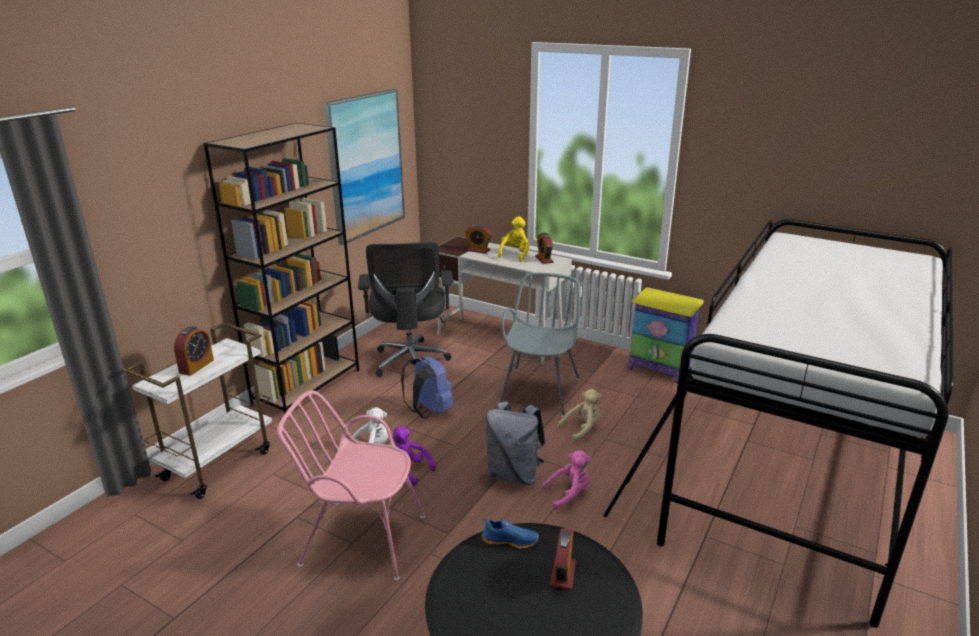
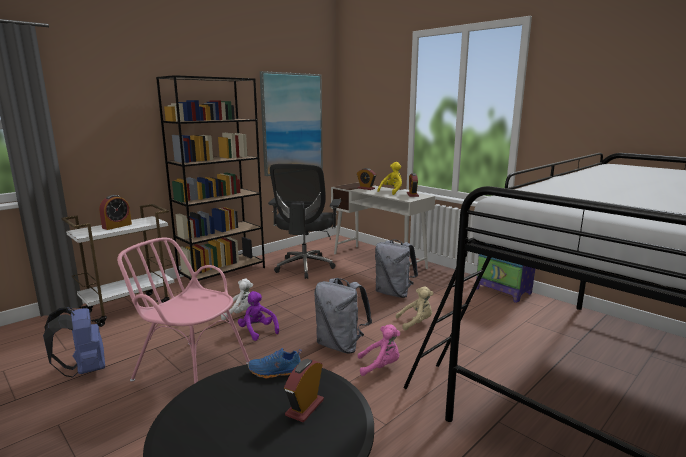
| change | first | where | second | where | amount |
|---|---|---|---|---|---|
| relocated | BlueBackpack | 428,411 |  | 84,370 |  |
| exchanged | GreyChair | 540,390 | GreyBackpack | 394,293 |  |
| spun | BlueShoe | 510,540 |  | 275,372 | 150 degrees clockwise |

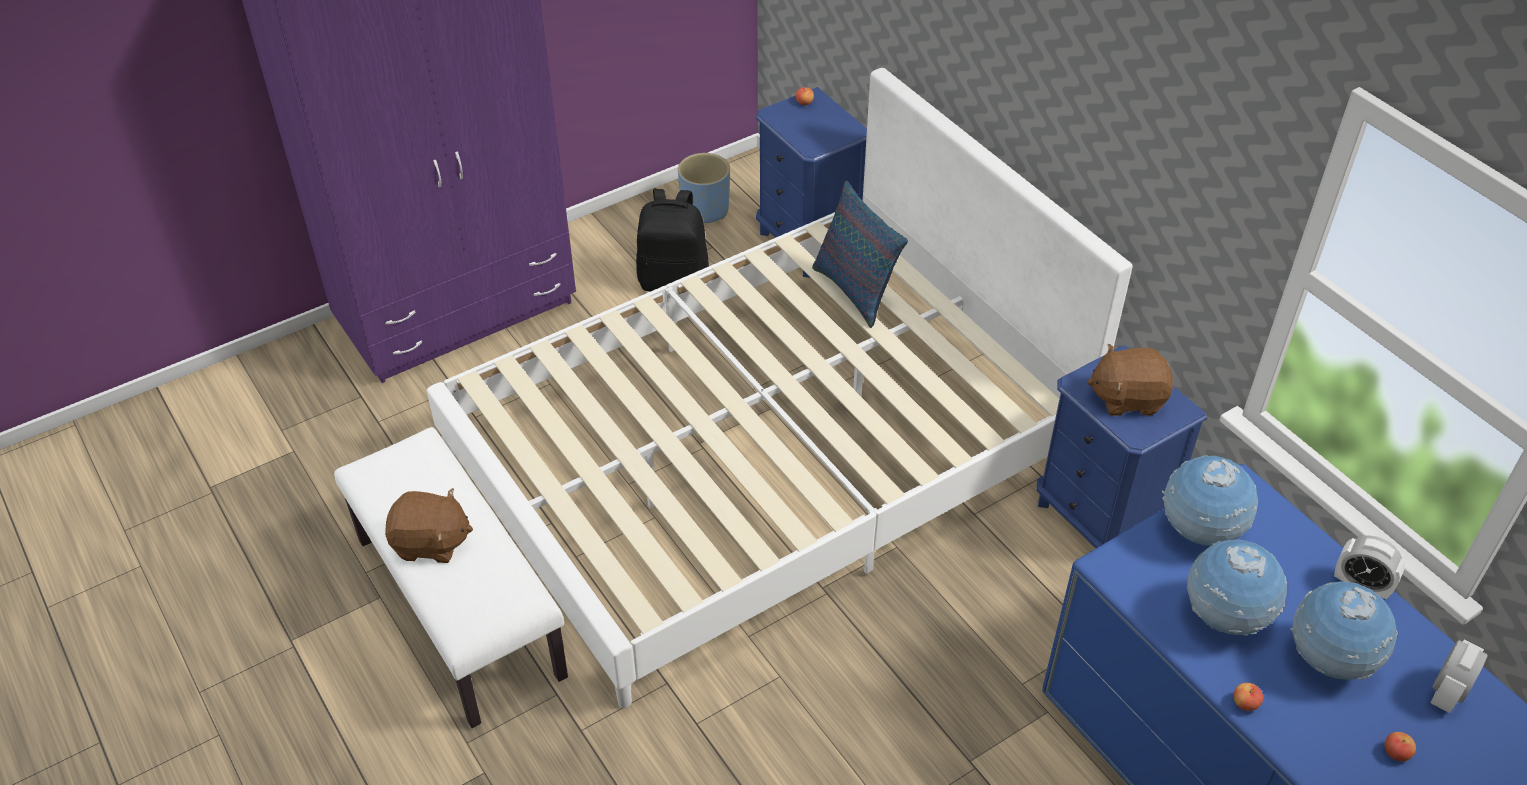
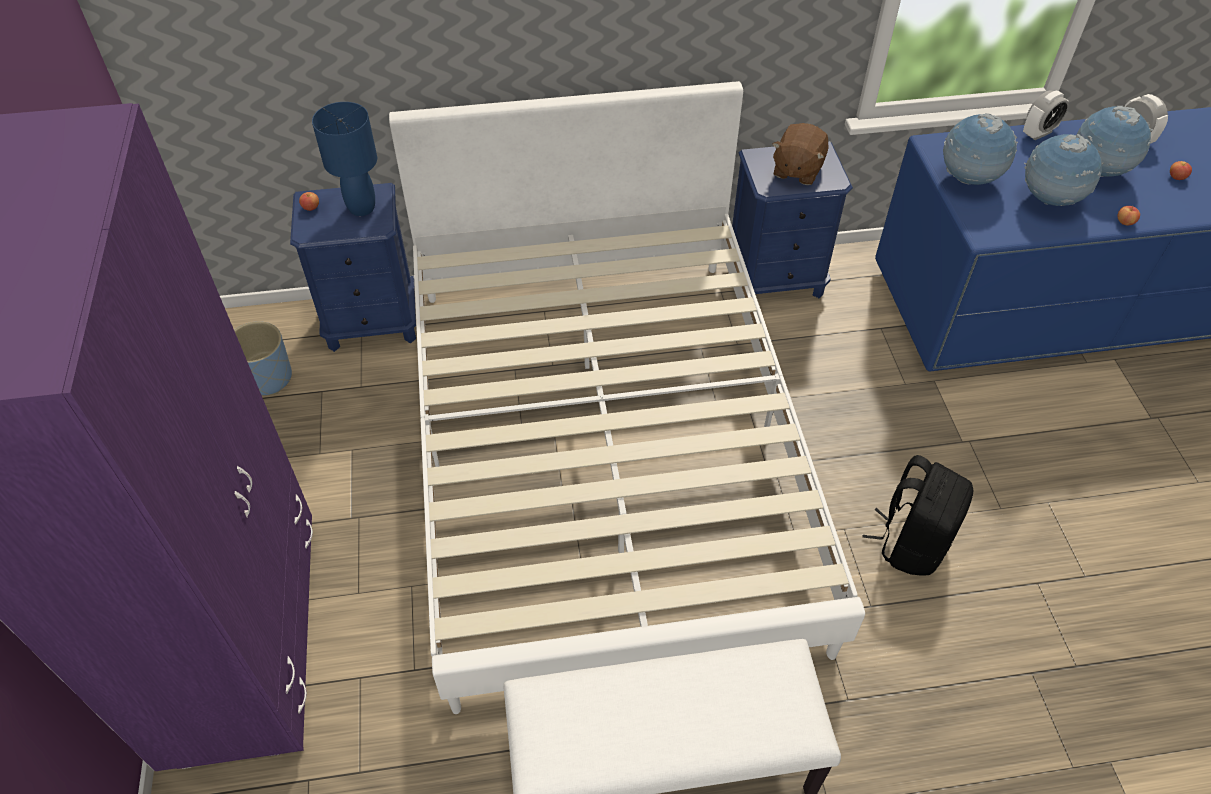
| change | first | where | second | where | amount |
|---|---|---|---|---|---|
| missing | BrownPlushToy | 431,543 |  |  |  |
| missing | BluePillow | 854,292 |  |  |  |
| appeared |  |  | BlueTableLamp | 361,208 |  |
| relocated | BlackBackpack | 674,280 |  | 911,542 |  |

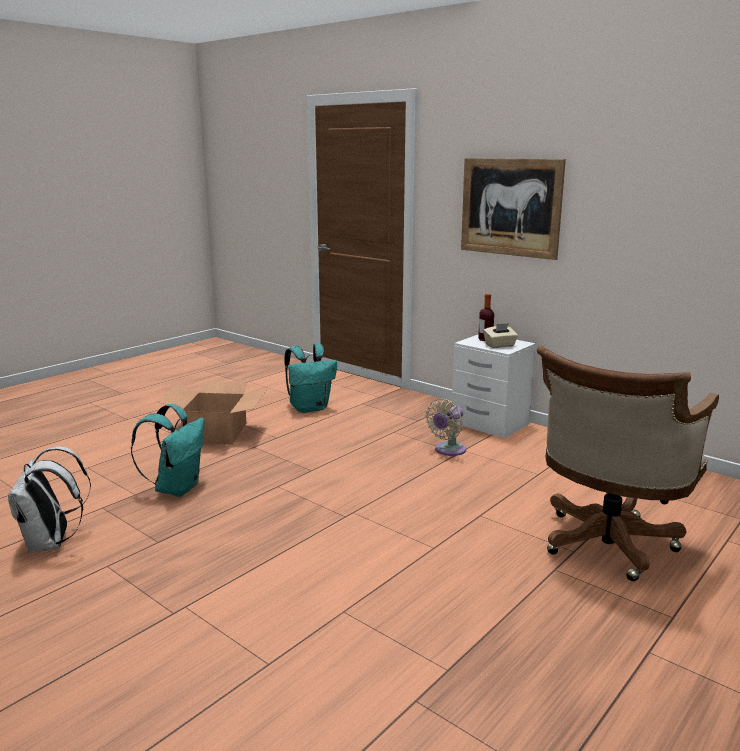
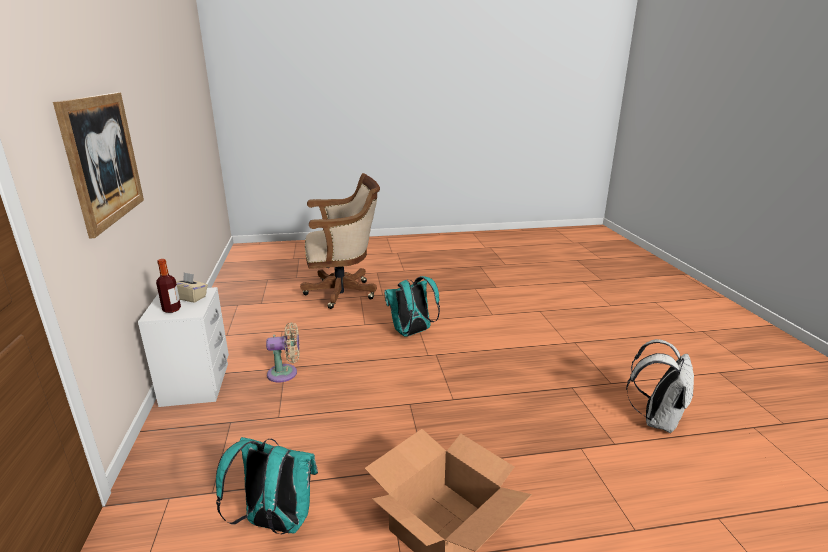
| change | first | where | second | where | amount |
|---|---|---|---|---|---|
| relocated | TurquoiseBackpack | 177,488 |  | 412,333 |  |

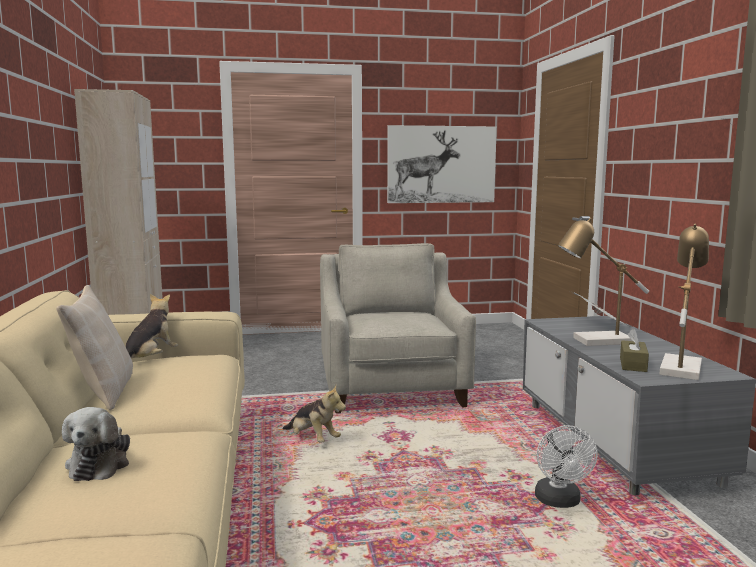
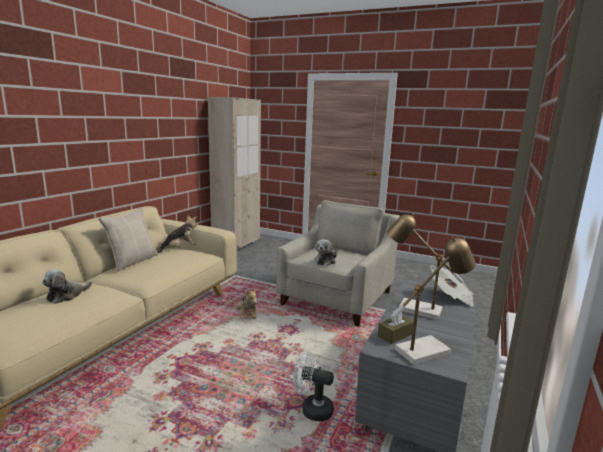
| change | first | where | second | where | amount |
|---|---|---|---|---|---|
| missing | Picture | 441,164 |  |  |  |
| appeared |  |  | PlushToy | 326,261 |  |
| spun | WhiteFan | 560,502 |  | 312,409 | 75 degrees clockwise |

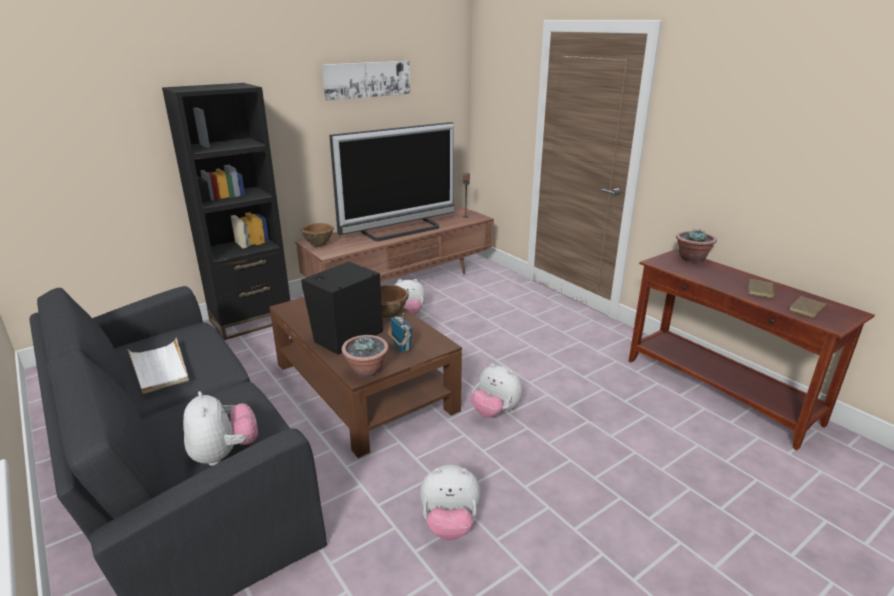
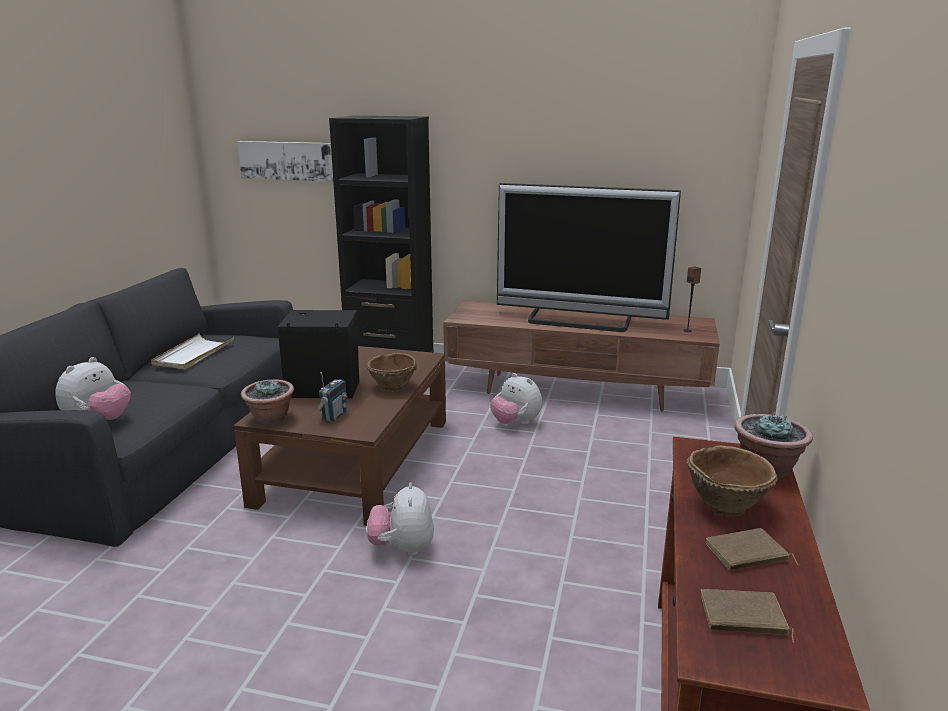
| change | first | where | second | where | amount |
|---|---|---|---|---|---|
| missing | PlushToy | 450,524 |  |  |  |
| relocated | BrownBowl | 318,244 |  | 726,505 |  |
| relocated | Picture | 367,79 |  | 291,161 |  |

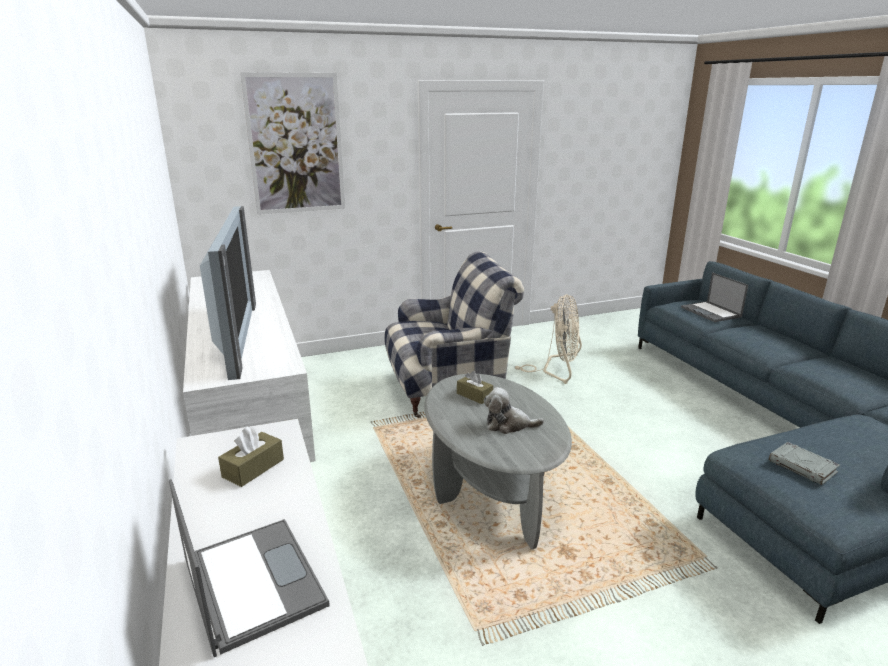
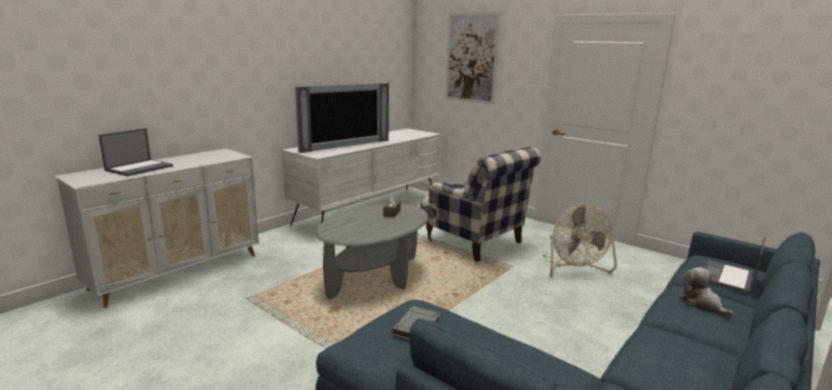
| change | first | where | second | where | amount |
|---|---|---|---|---|---|
| missing | BrownTissueBox | 253,468 |  |  |  |
| relocated | PlushToy | 508,425 |  | 702,304 |  |

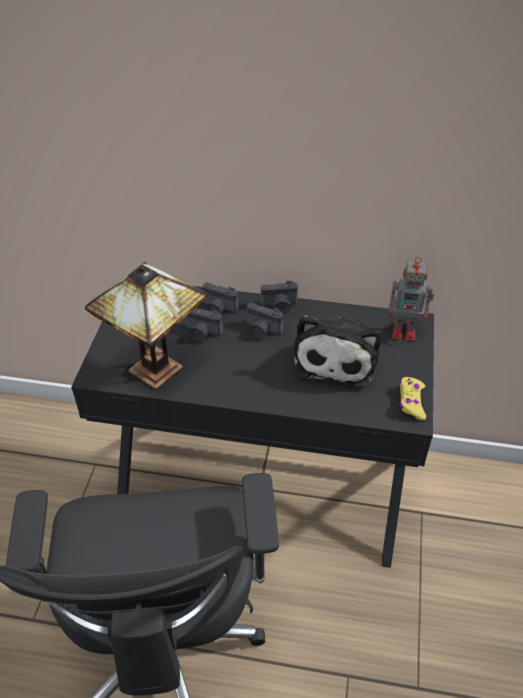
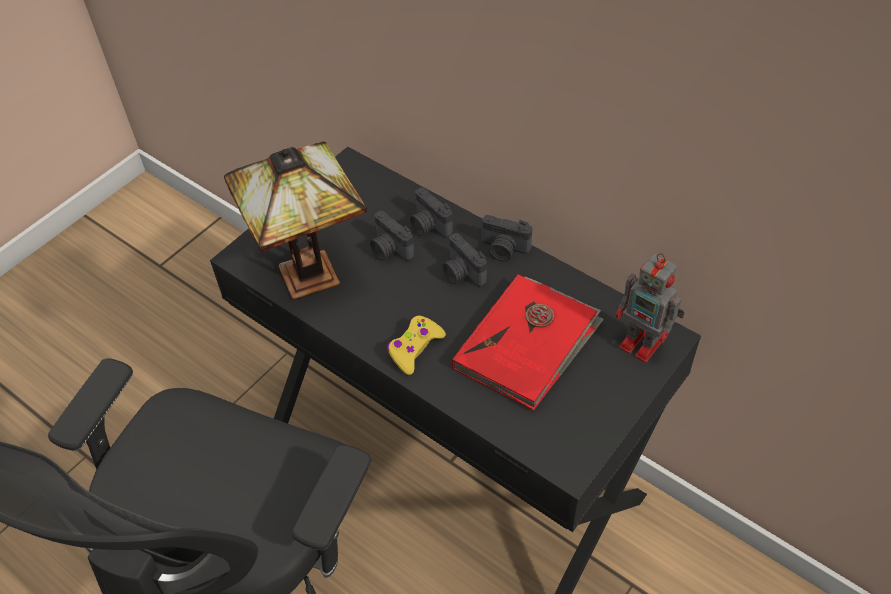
| change | first | where | second | where | amount |
|---|---|---|---|---|---|
| relocated | YellowGameController | 411,401 |  | 414,348 |  |
| exchanged | PlushToy | 336,357 | RedBook | 528,344 |  |

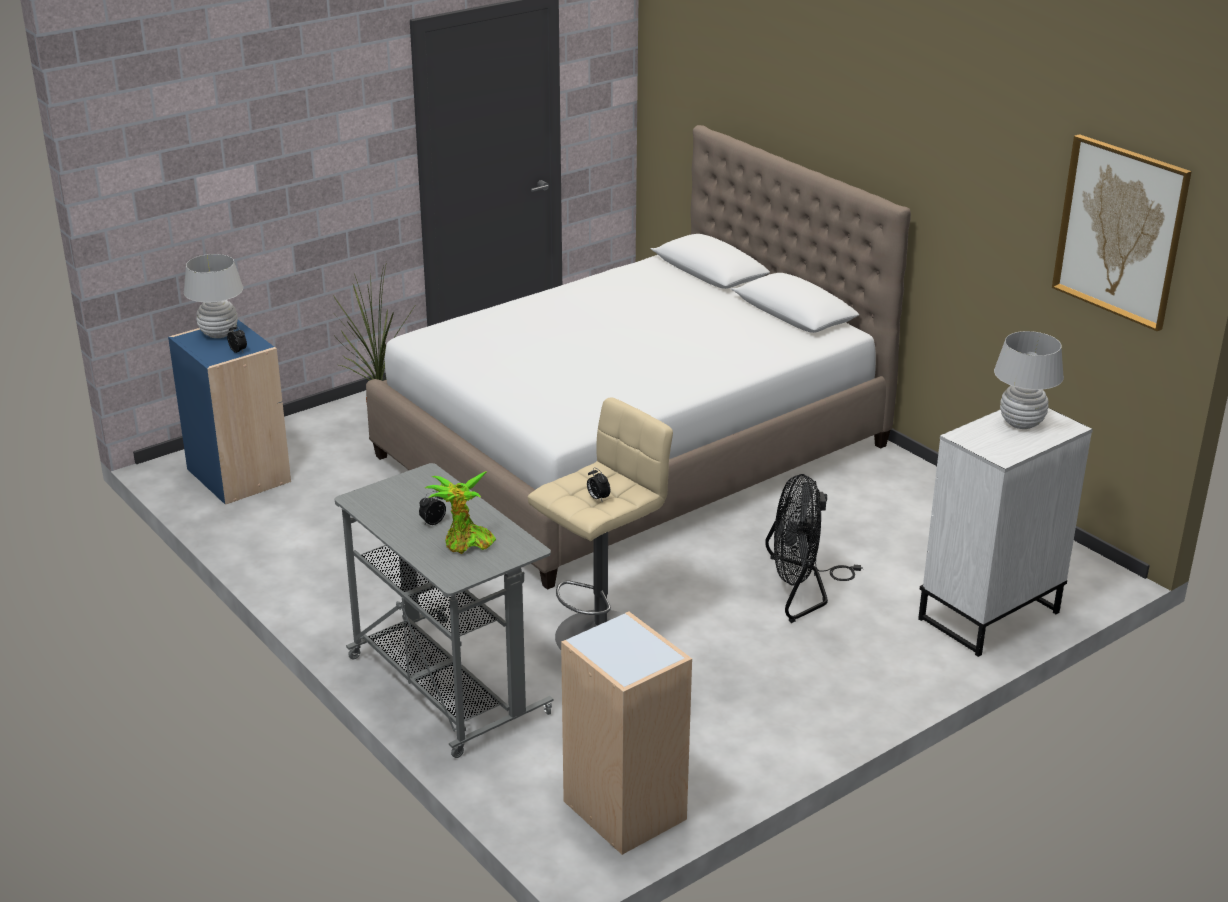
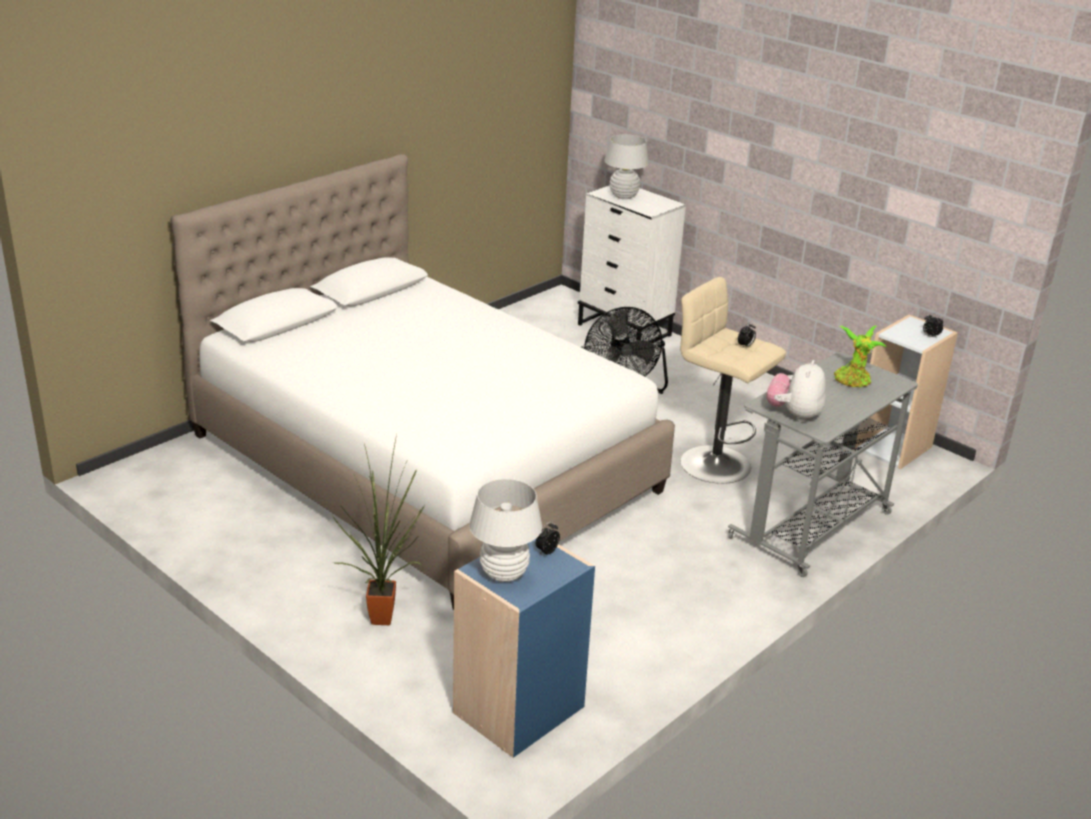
| change | first | where | second | where | amount |
|---|---|---|---|---|---|
| missing | Picture | 1120,231 |  |  |  |
| appeared |  |  | PlushToy | 794,415 |  |
| relocated | AlarmClock | 432,522 |  | 930,336 |  |

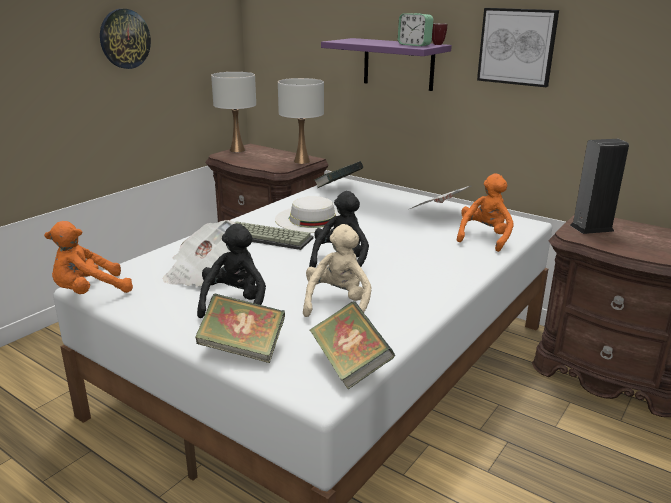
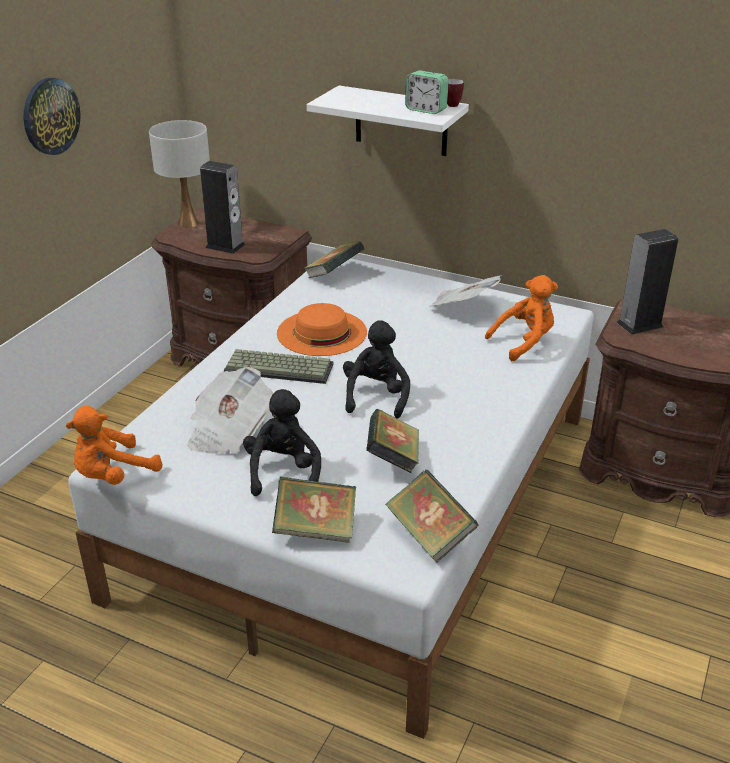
| change | first | where | second | where | amount |
|---|---|---|---|---|---|
| missing | WhiteTableLamp | 302,161 |  |  |  |
| missing | Picture | 517,46 |  |  |  |
| appeared |  |  | Speaker | 225,246 |  |
| exchanged | BeigePlushToy | 338,304 | Book | 393,459 |  |
| colour | WhiteHat | 312,219 | OrangeHat | 322,332 |  |
| colour | PurpleShelf | 398,64 | WhiteShelf | 401,121 |  |
| spun | OrangePlushToy | 484,238 |  | 524,342 | 45 degrees clockwise |

